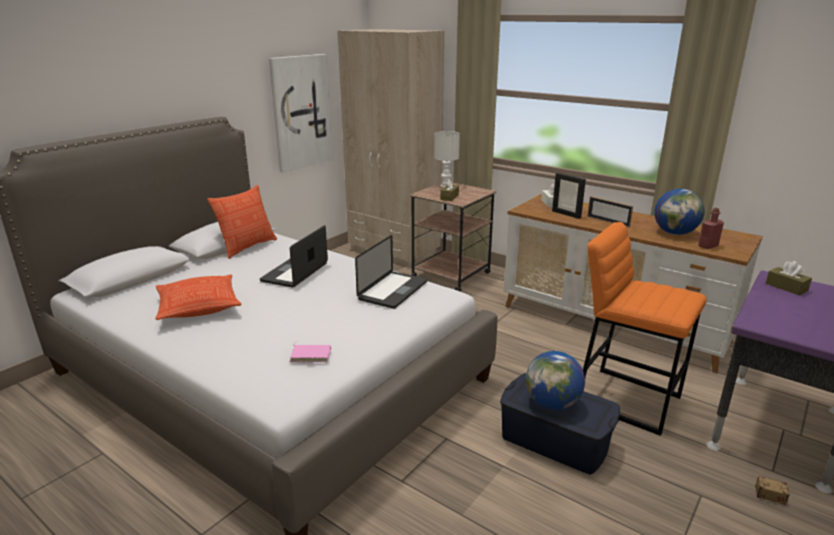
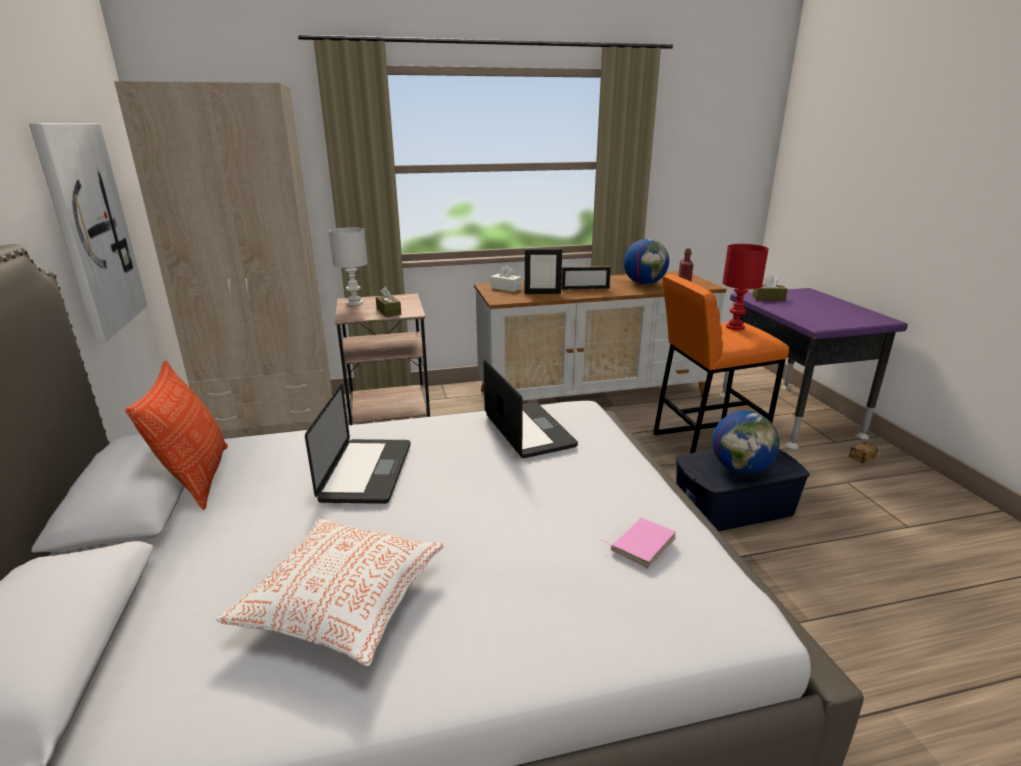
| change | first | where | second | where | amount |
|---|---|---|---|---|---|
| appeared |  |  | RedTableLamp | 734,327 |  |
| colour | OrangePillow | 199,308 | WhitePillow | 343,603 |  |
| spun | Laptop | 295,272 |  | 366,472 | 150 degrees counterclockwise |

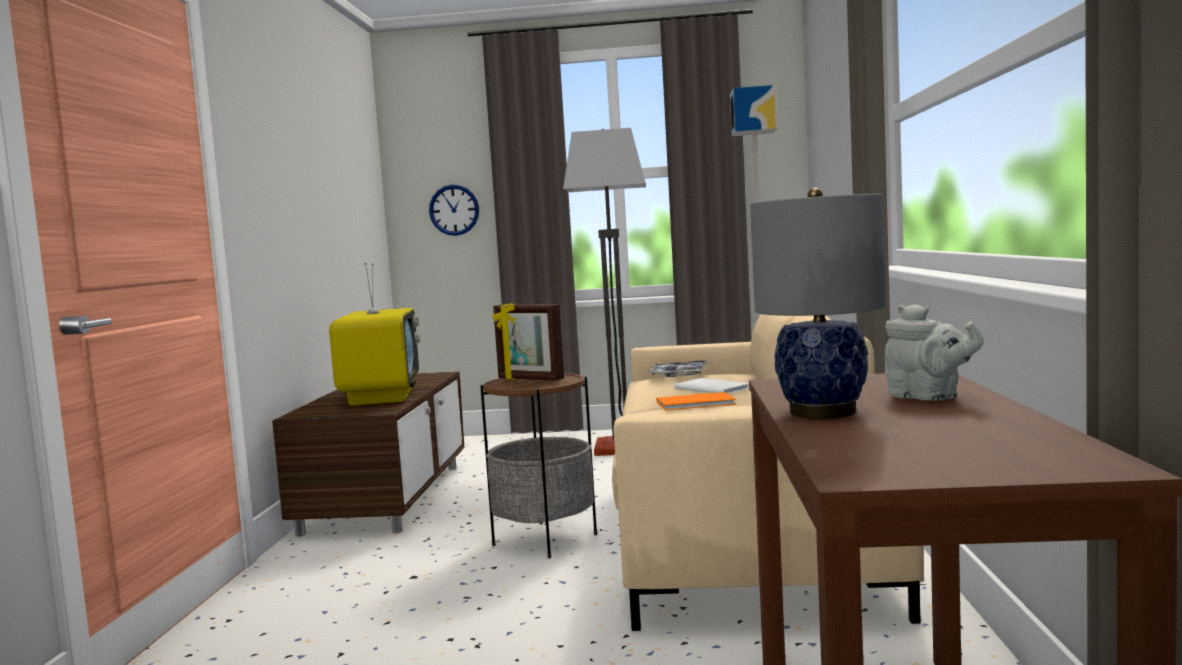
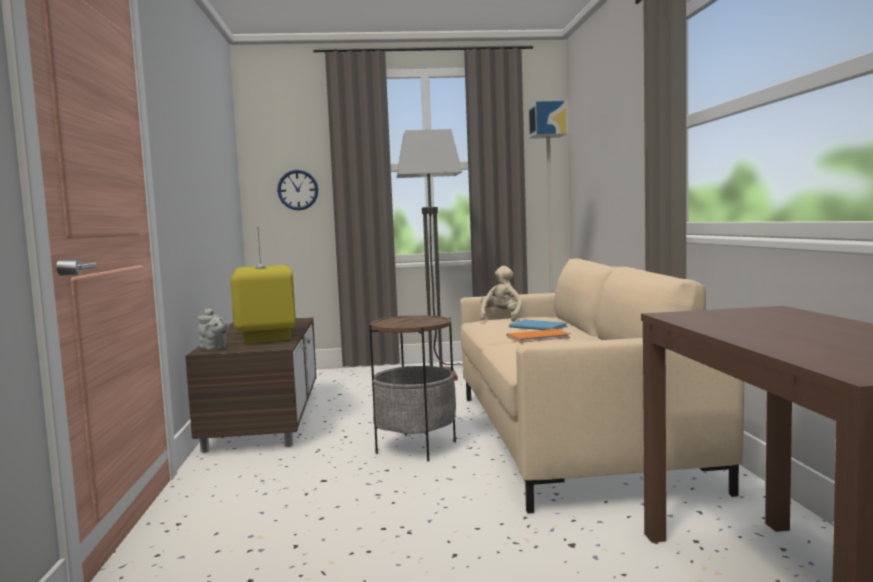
| change | first | where | second | where | amount |
|---|---|---|---|---|---|
| missing | PictureFrame | 530,379 |  |  |  |
| missing | GreyTableLamp | 823,412 |  |  |  |
| relocated | GreyTeapot | 928,397 |  | 214,348 |  |
| exchanged | Tray | 678,375 | BeigePlushToy | 502,318 |  |
| colour | WhiteBook | 711,388 | BlueBook | 538,326 |  |

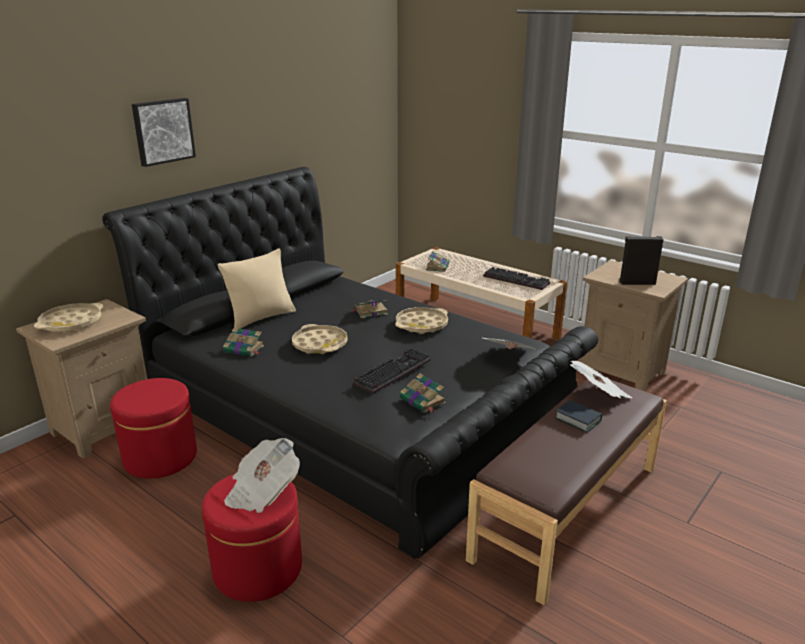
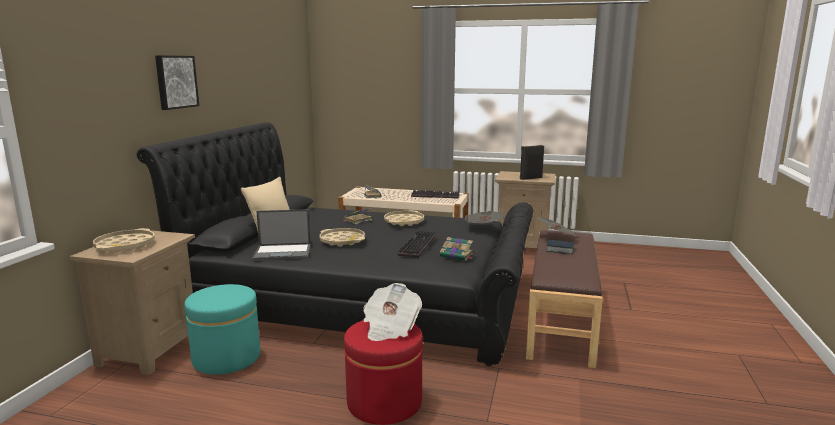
| change | first | where | second | where | amount |
|---|---|---|---|---|---|
| exchanged | Book | 244,349 | Laptop | 283,252 |  |
| colour | RedOttoman | 160,457 | TurquoiseOttoman | 226,358 |  |

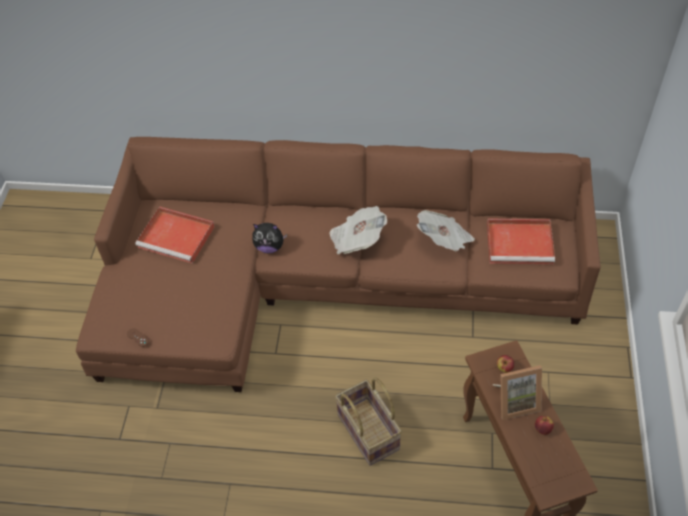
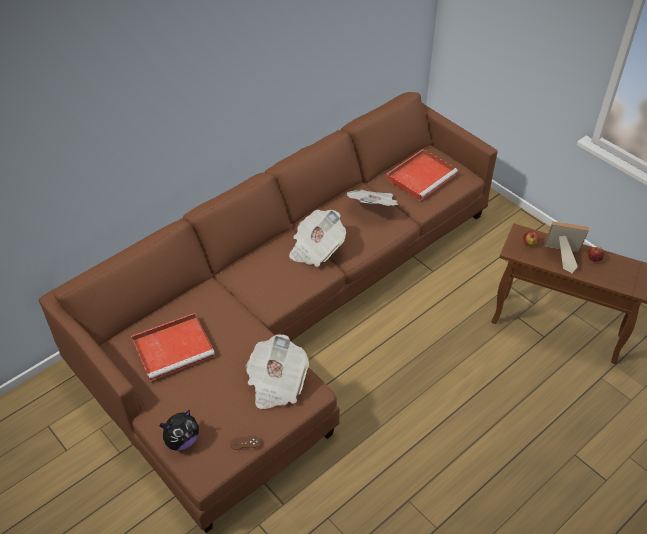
| change | first | where | second | where | amount |
|---|---|---|---|---|---|
| missing | Basket | 369,431 |  |  |  |
| appeared |  |  | Newspaper | 276,383 |  |
| relocated | PlushToy | 269,247 |  | 182,440 |  |
| spun | PictureFrame | 515,401 |  | 560,257 | 105 degrees counterclockwise |

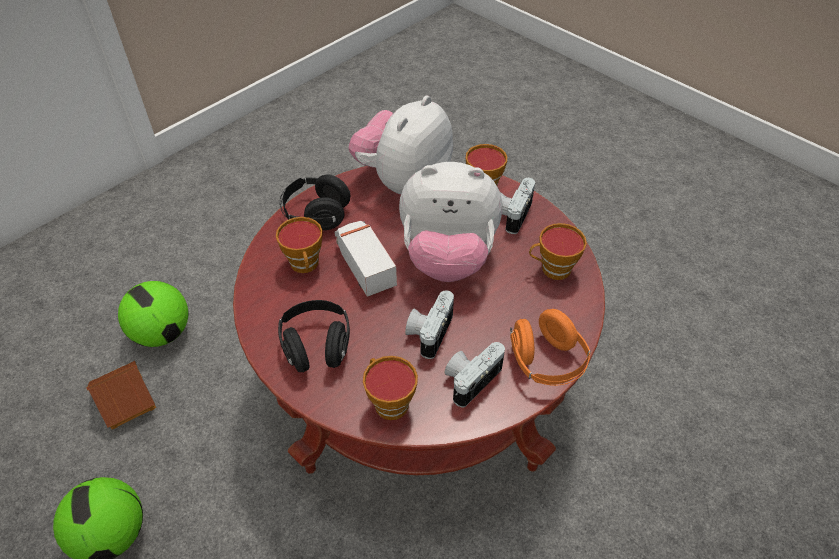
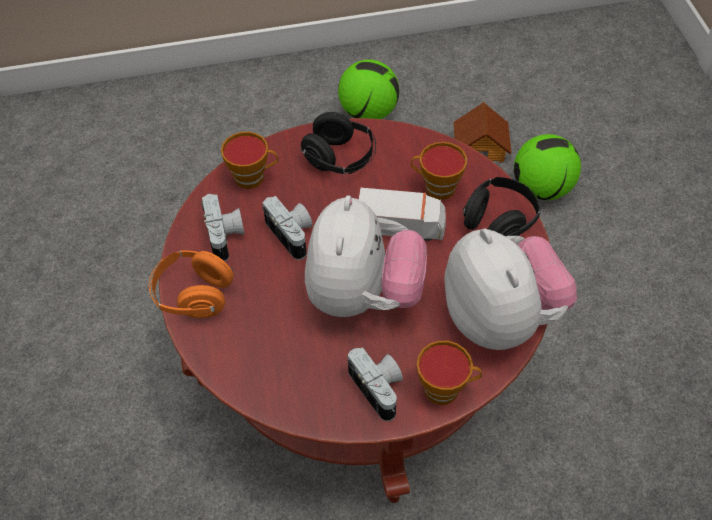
| change | first | where | second | where | amount |
|---|---|---|---|---|---|
| missing | Cup | 552,269 |  |  |  |
| spun | PlushToy | 448,257 |  | 363,294 | 150 degrees clockwise |

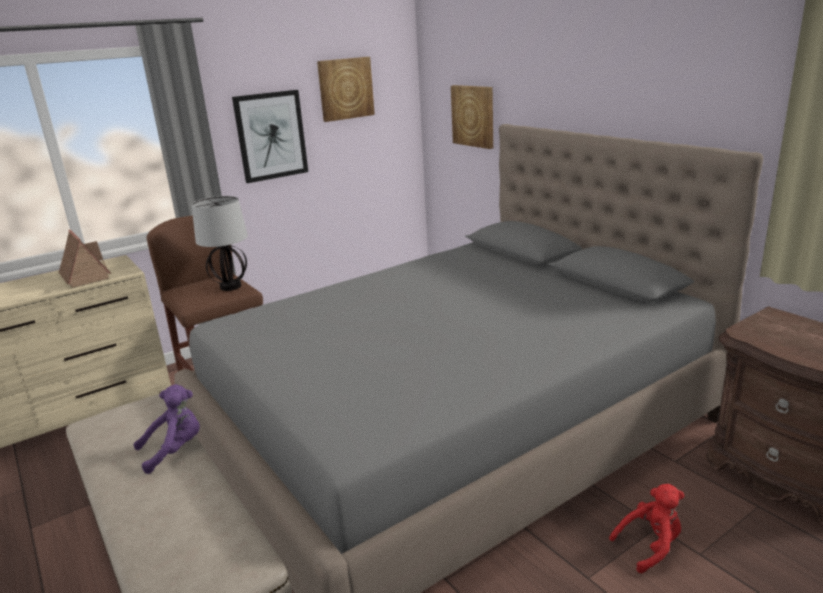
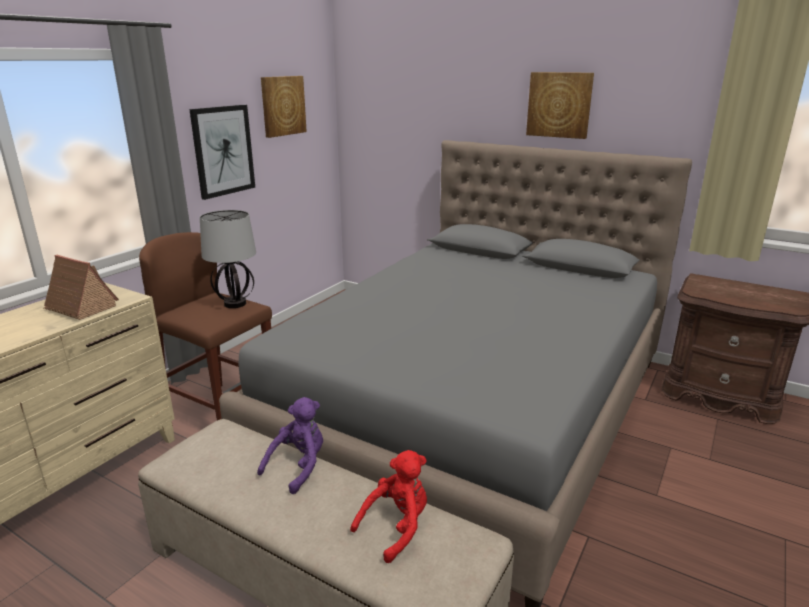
| change | first | where | second | where | amount |
|---|---|---|---|---|---|
| relocated | Picture | 473,116 |  | 559,105 |  |
| relocated | RedPlushToy | 650,546 |  | 396,527 |  |

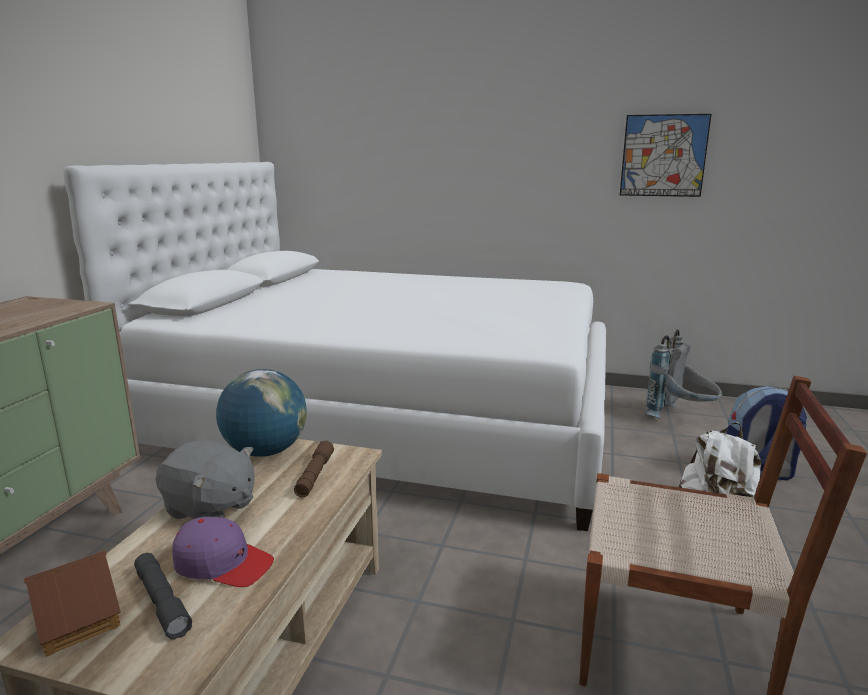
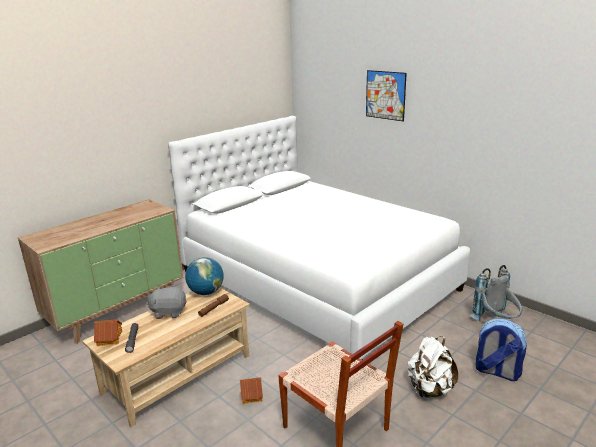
| change | first | where | second | where | amount |
|---|---|---|---|---|---|
| missing | PurpleCap | 223,563 |  |  |  |
| appeared |  |  | ToyHouse | 251,395 |  |
| relocated | Picture | 663,156 |  | 385,95 |  |
| spun | GreyPlushToy | 210,509 |  | 169,312 | 120 degrees clockwise |

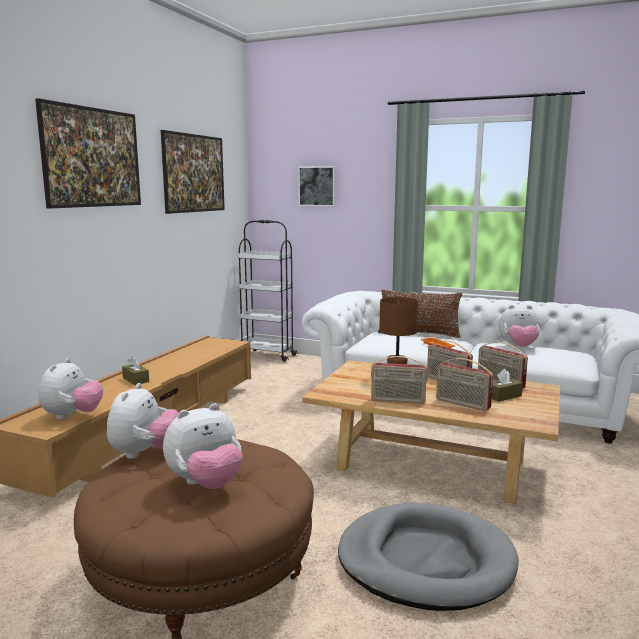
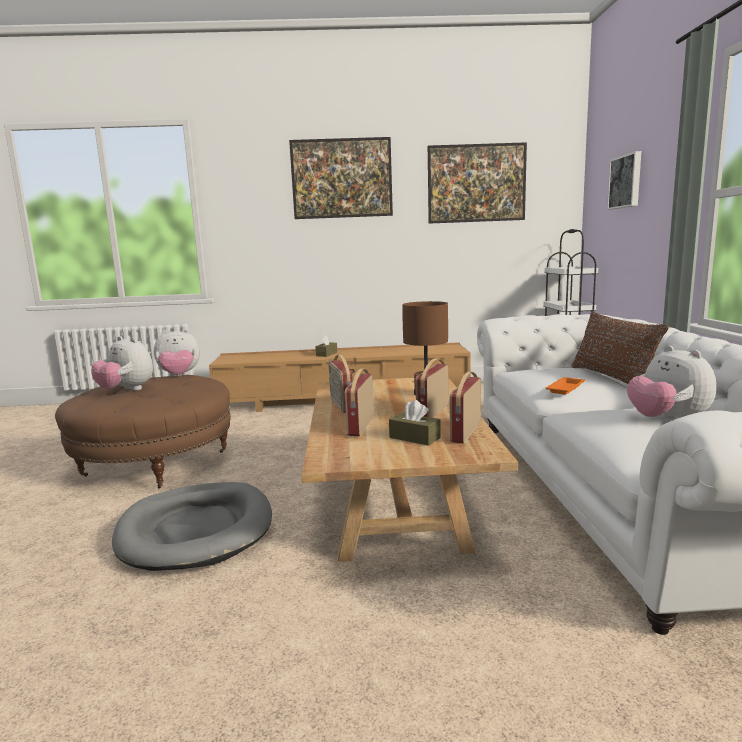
| change | first | where | second | where | amount |
|---|---|---|---|---|---|
| missing | PlushToy | 72,416 |  |  |  |

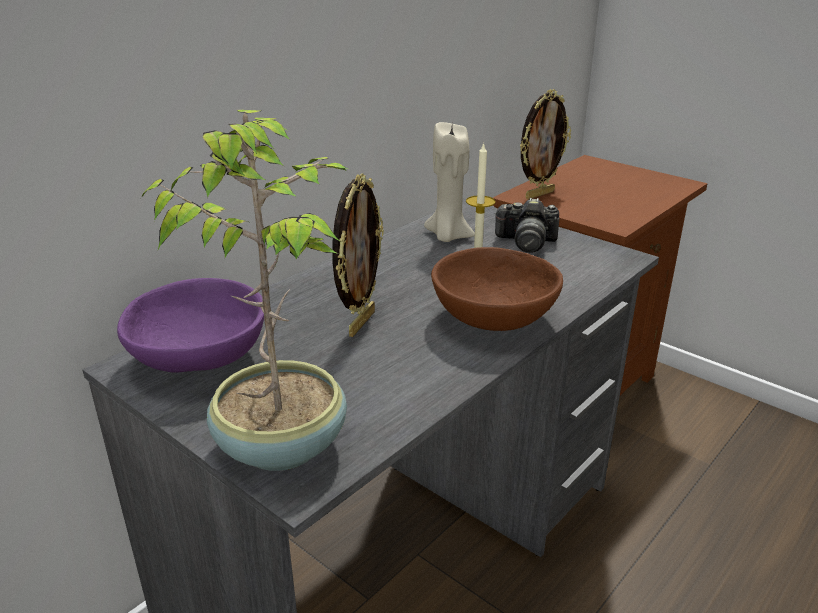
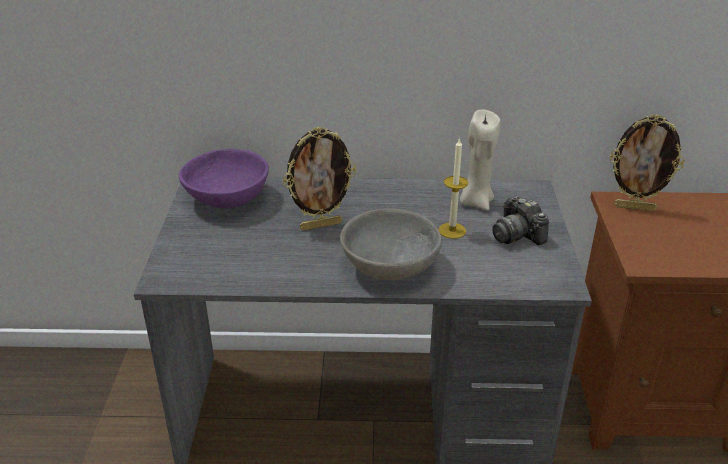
| change | first | where | second | where | amount |
|---|---|---|---|---|---|
| missing | PottedPlant | 282,443 |  |  |  |
| colour | BrownBowl | 495,318 | GreyBowl | 391,267 |  |

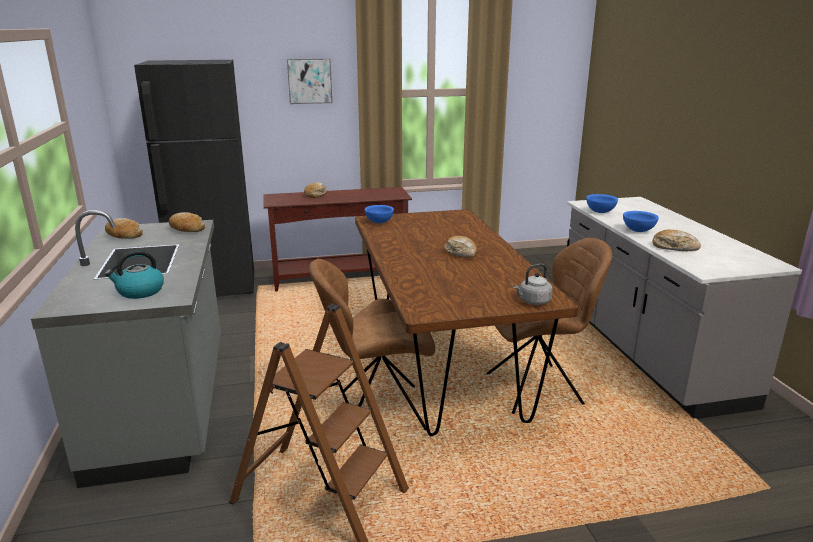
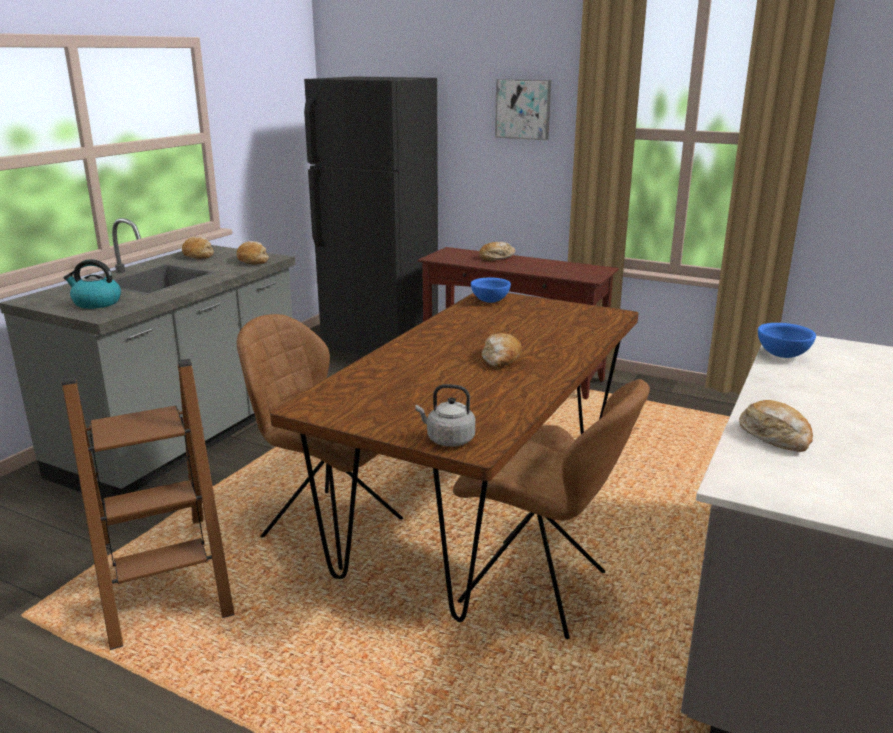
| change | first | where | second | where | amount |
|---|---|---|---|---|---|
| missing | BlueBowl | 637,230 |  |  |  |

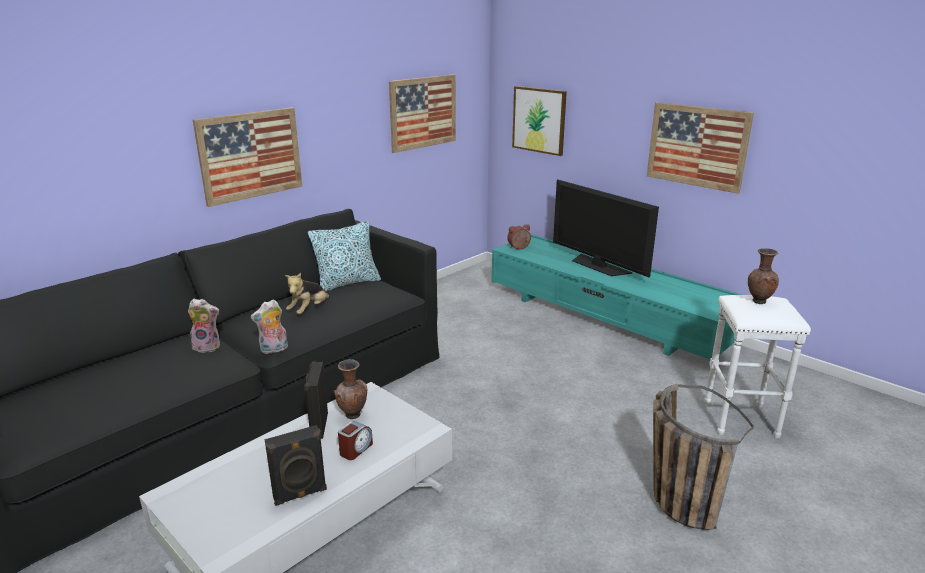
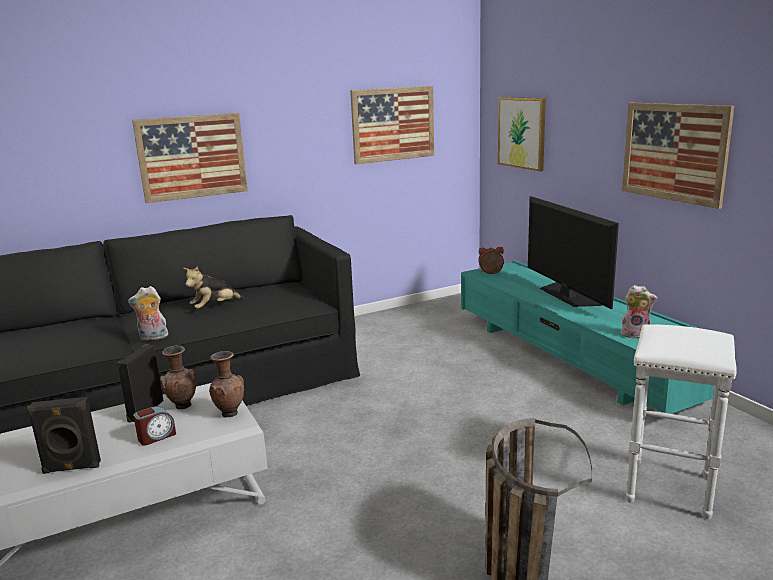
| change | first | where | second | where | amount |
|---|---|---|---|---|---|
| missing | Pillow | 347,283 |  |  |  |
| relocated | PlushToy | 208,346 |  | 635,334 |  |
| relocated | BrownVase | 758,301 |  | 229,413 |  |

